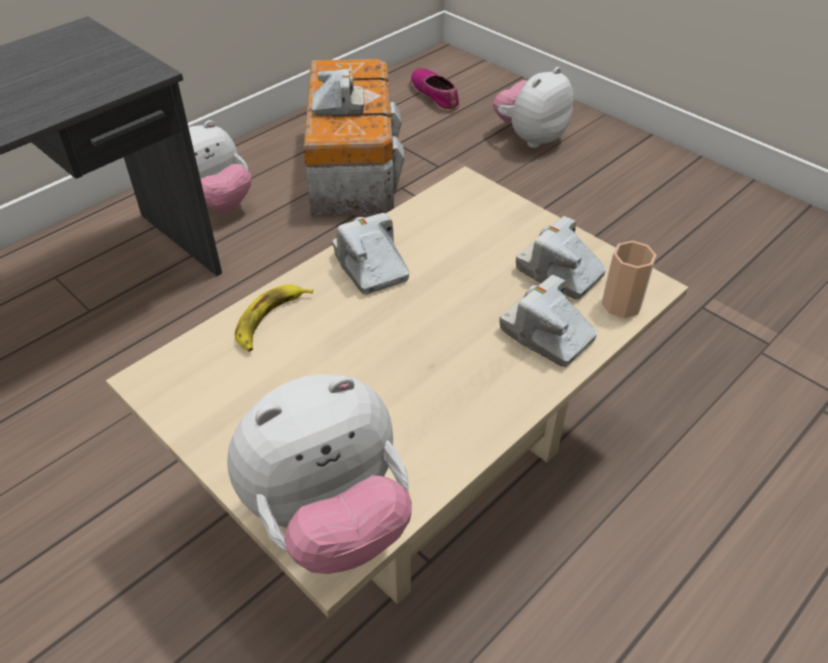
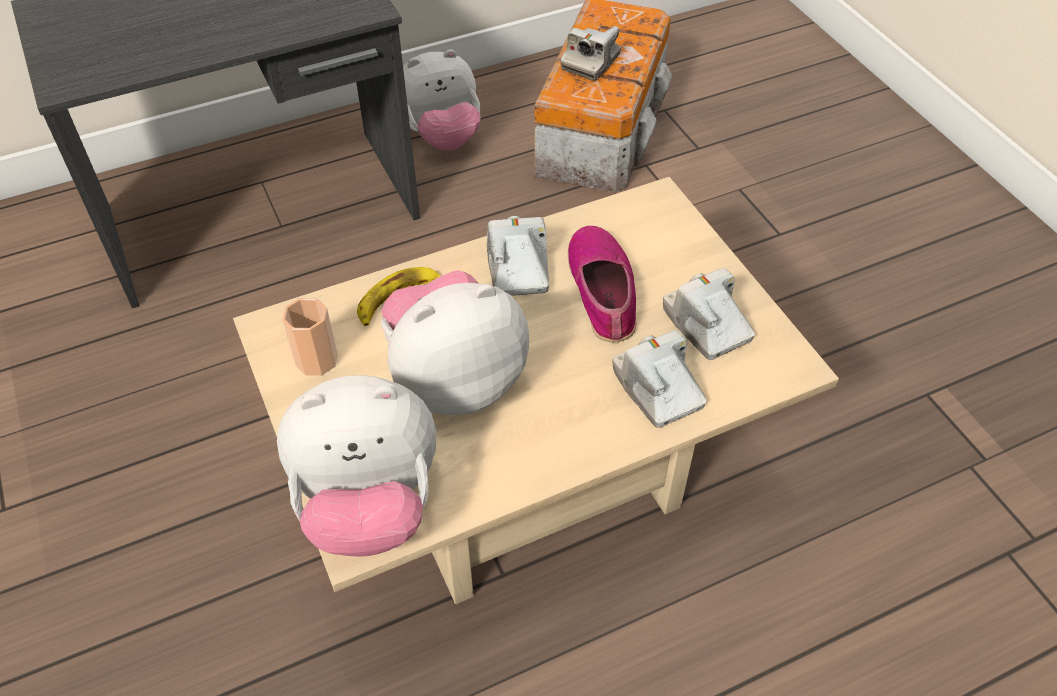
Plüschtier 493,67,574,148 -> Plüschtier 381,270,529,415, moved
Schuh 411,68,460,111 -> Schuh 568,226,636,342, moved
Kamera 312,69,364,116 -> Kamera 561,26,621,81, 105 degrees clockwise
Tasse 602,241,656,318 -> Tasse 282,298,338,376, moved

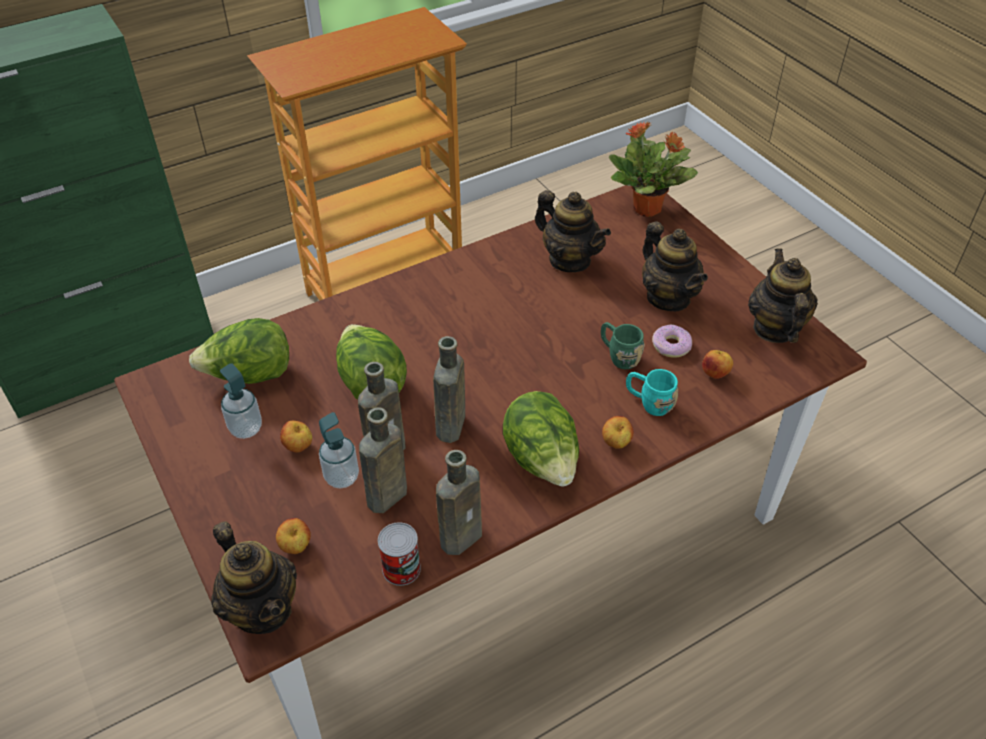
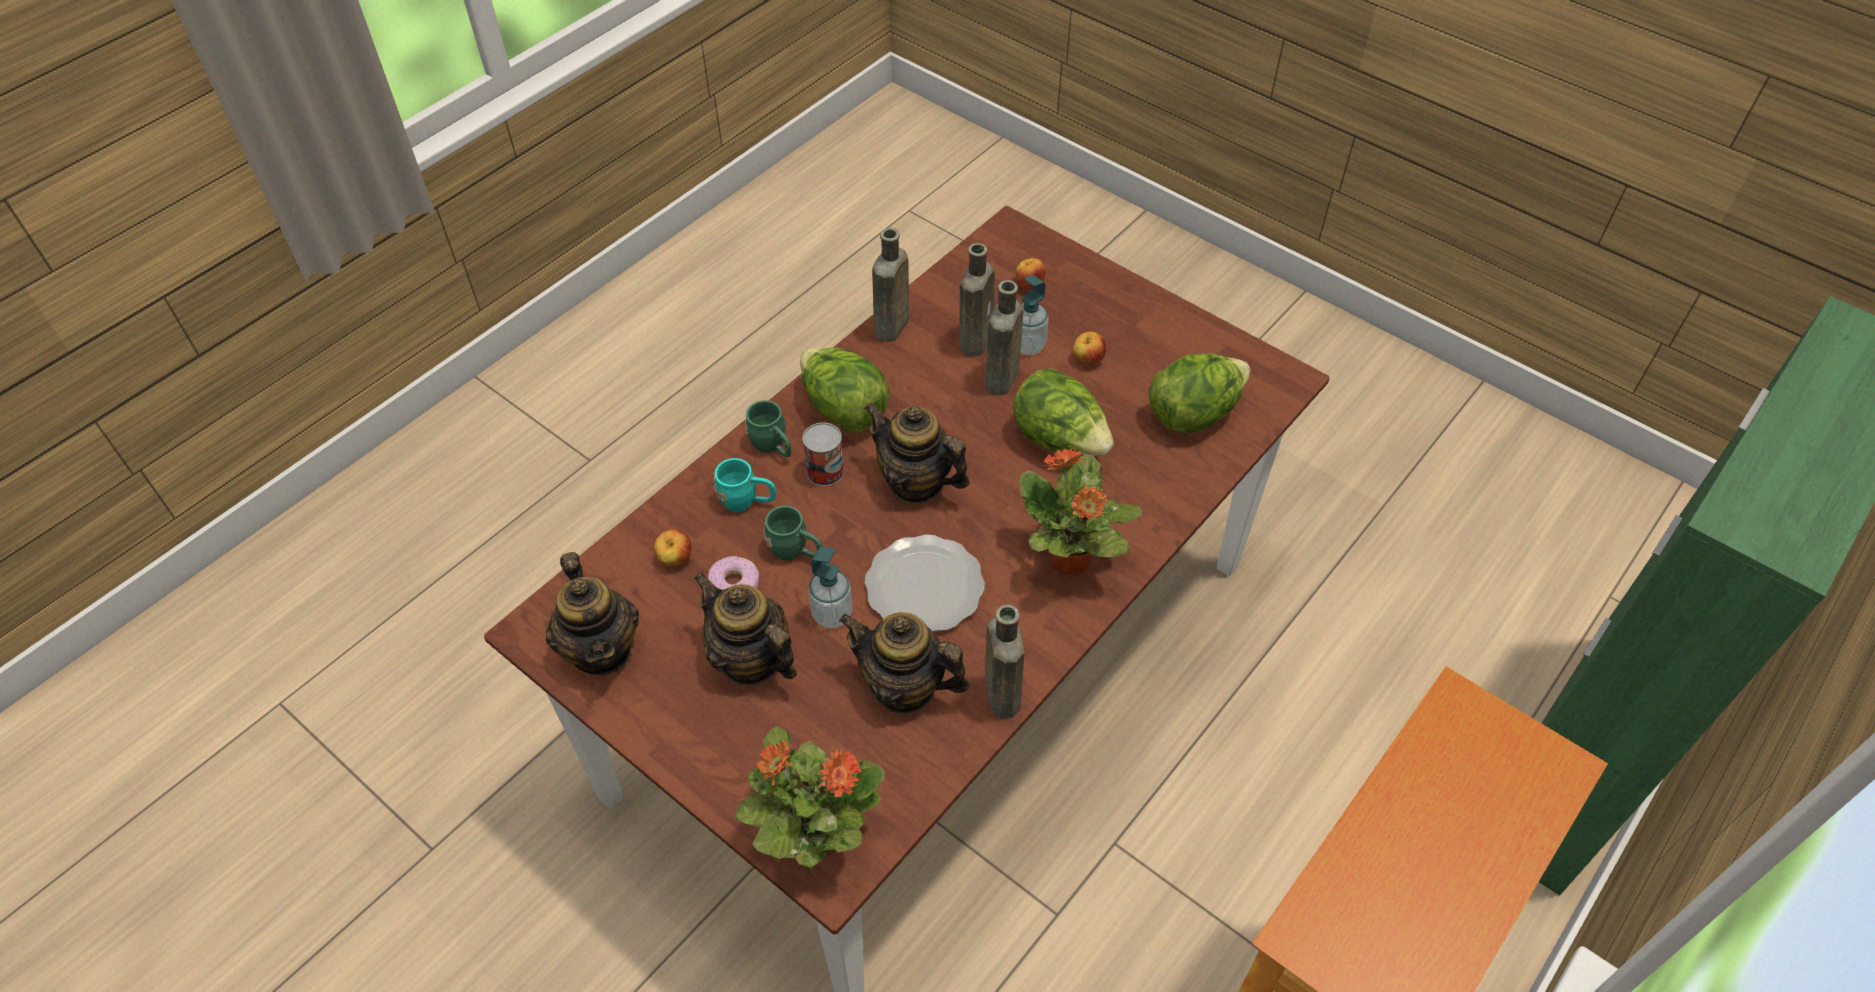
Flasche/braun 433,336,465,443 -> Flasche/braun 985,605,1025,718, moved
Seifenspender 220,363,262,439 -> Seifenspender 808,547,853,628, moved
Apfel 602,416,634,449 -> Henkelbecher/grün 745,400,791,457
Teekanne 211,521,297,634 -> Teekanne 864,403,970,504, moved
Dose 378,522,421,586 -> Dose 802,423,844,486, moved
none -> Topfpflanze 1020,448,1142,574
none -> Teller 864,534,985,632

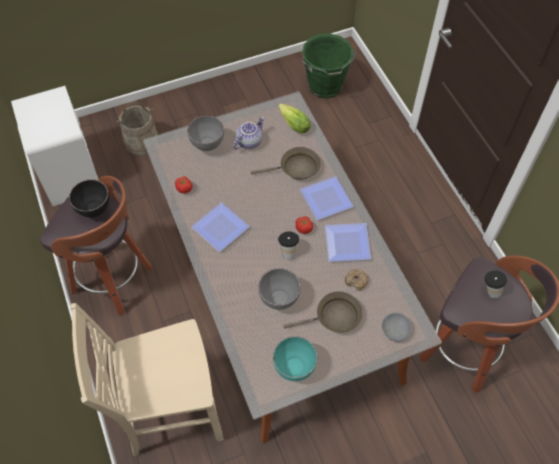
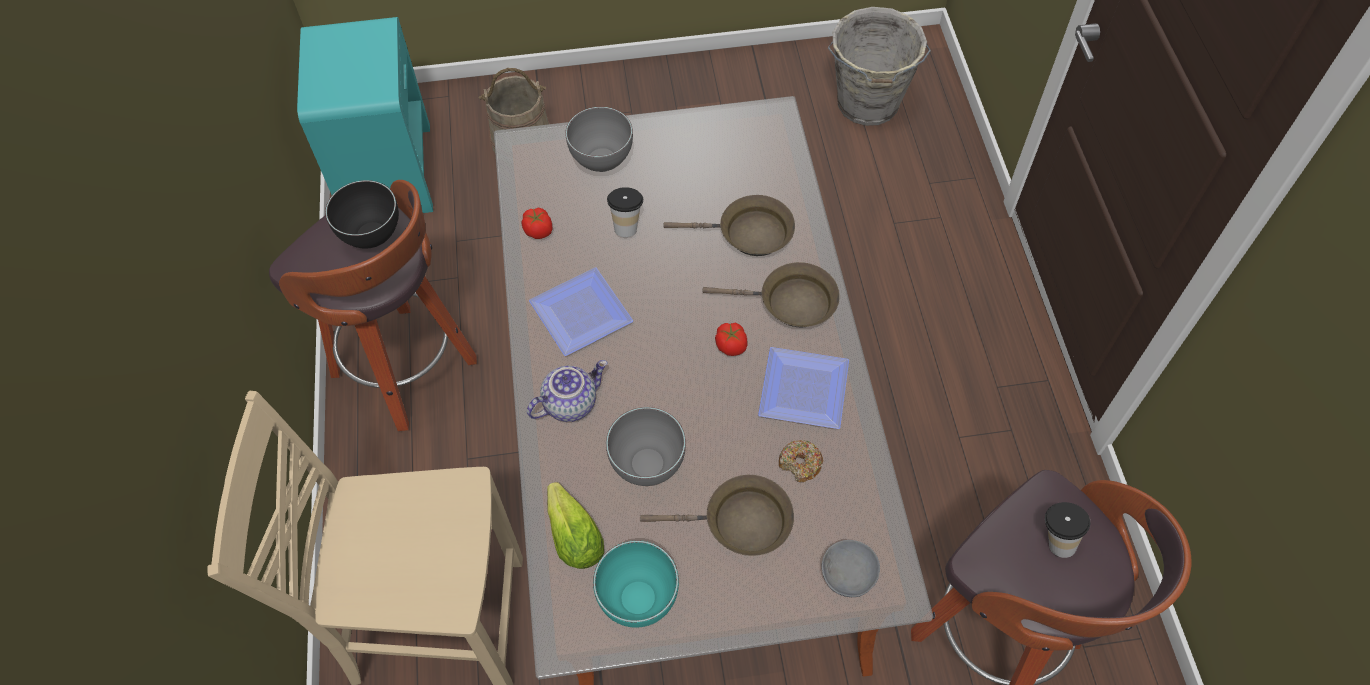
Eimer/grün 302,33,356,98 -> Eimer/grau 828,7,931,126
Nachttisch/weiß 11,86,98,206 -> Nachttisch/türkis 297,17,433,213
Salatkopf 278,103,311,133 -> Salatkopf 547,482,604,569, moved
Teekanne 233,117,264,150 -> Teekanne 527,360,608,422, moved
Teller 300,176,354,220 -> Pfanne/braun 702,262,840,327
Tasse 278,231,299,260 -> Tasse 607,187,643,237, moved

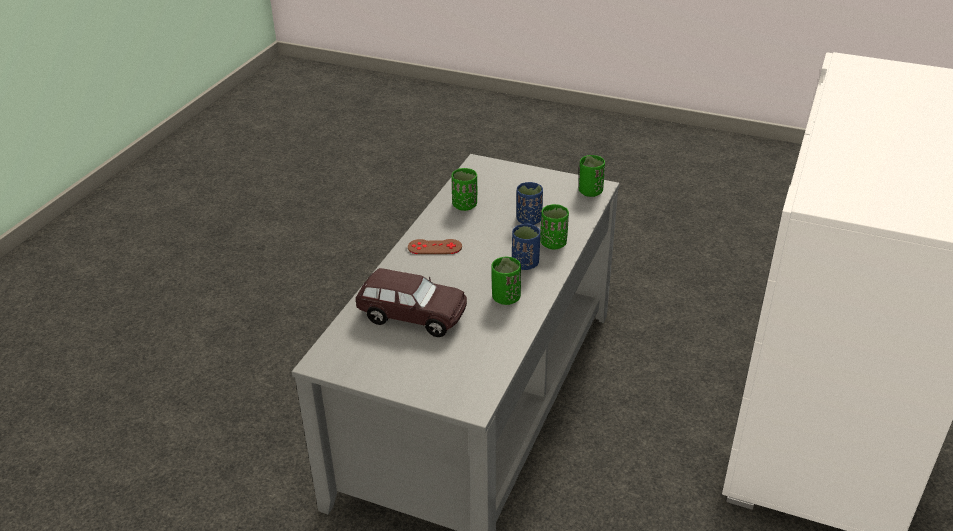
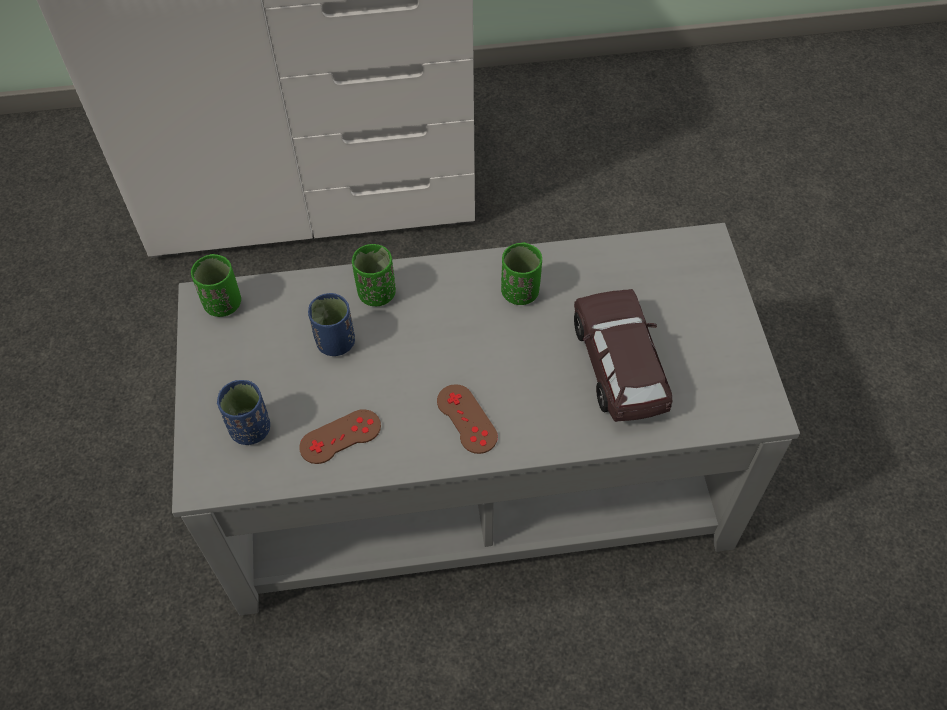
Tasse/grün 451,168,477,211 -> Gamepad/braun 299,409,381,464
Tasse/blau 512,224,540,270 -> Tasse/blau 217,380,270,445, moved

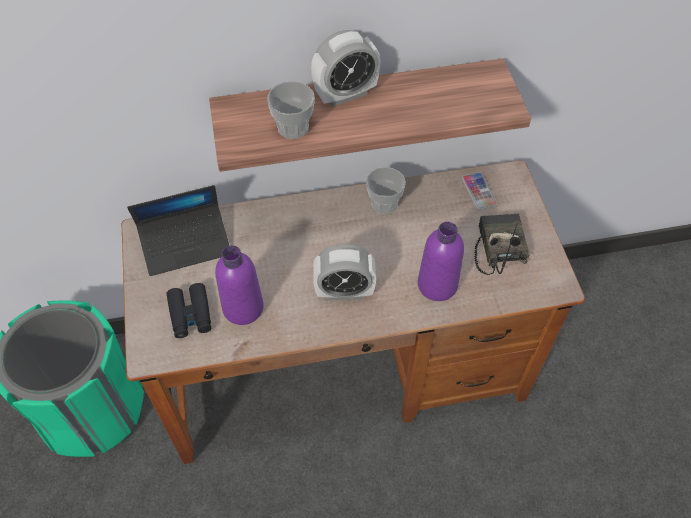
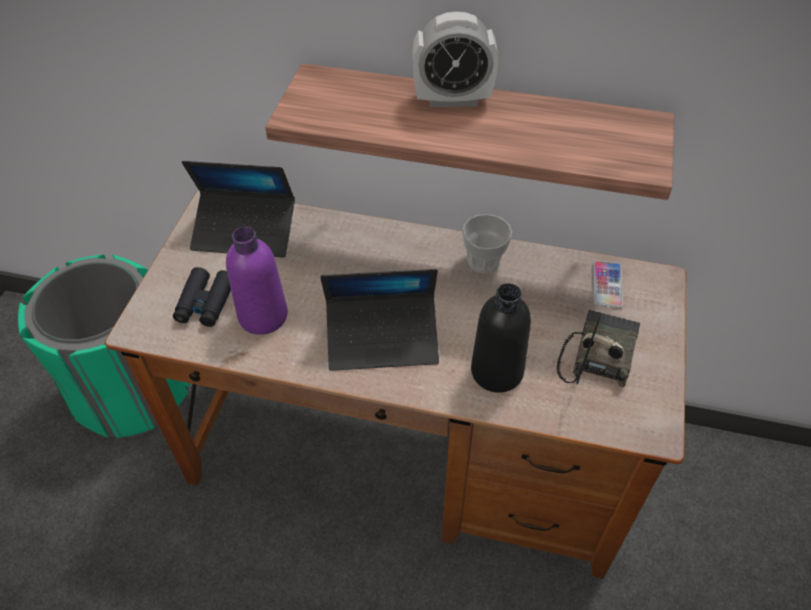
Tasse 267,81,315,139 -> none
Flasche/lila 418,222,464,301 -> Flasche/schwarz 471,283,531,393
Wecker 313,244,376,300 -> Laptop 320,269,439,371

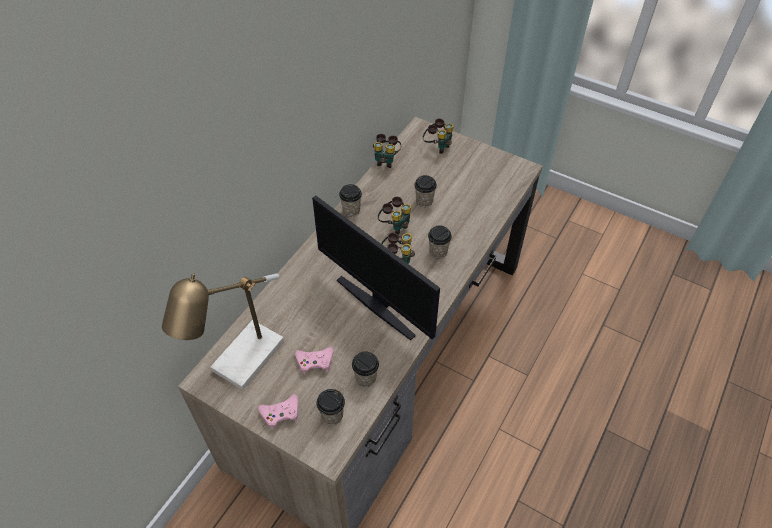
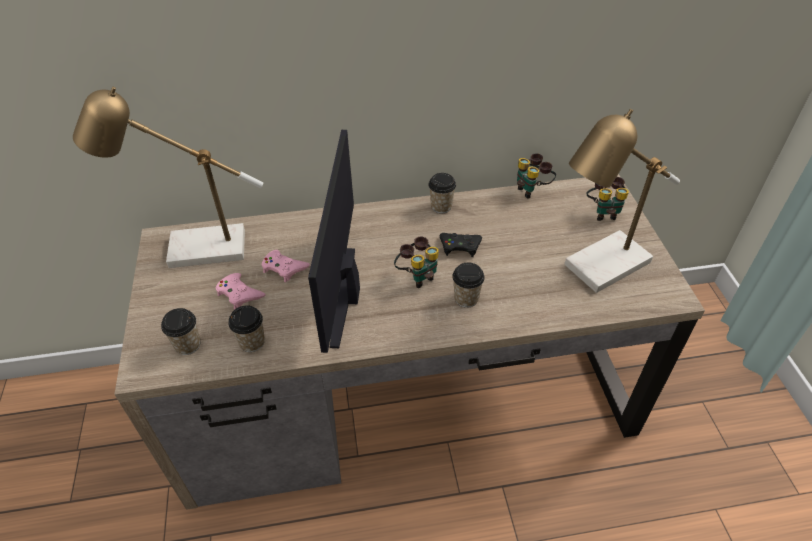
Tasse 414,175,437,207 -> none
Fernglas 378,197,411,234 -> Gamepad/schwarz 440,233,482,257
Gamepad/rosa 258,394,298,429 -> Gamepad/rosa 262,250,310,282, moved
none -> Tischlampe 564,109,680,293

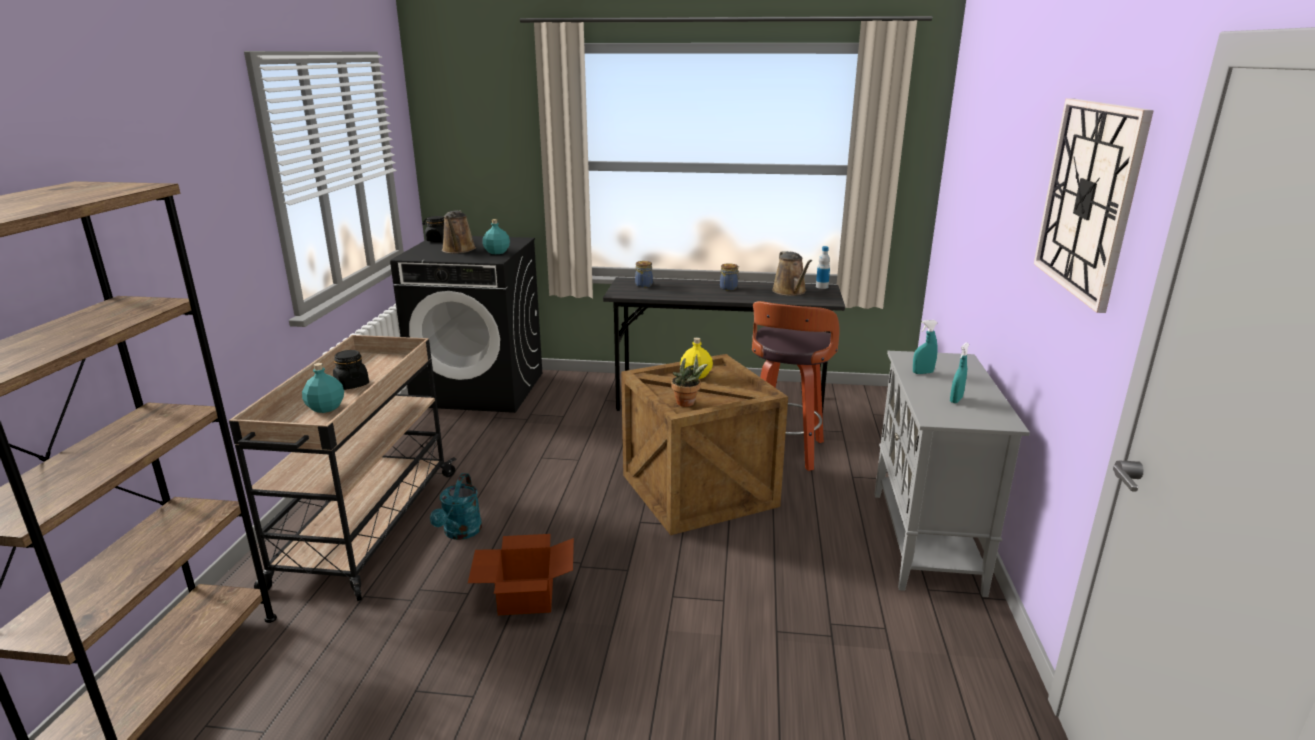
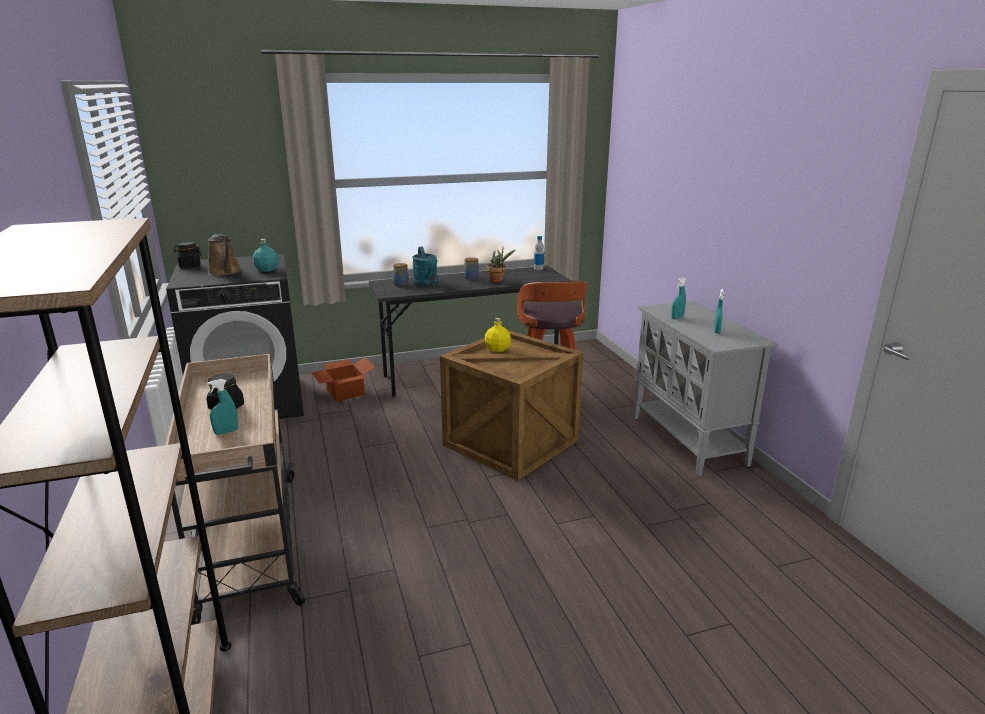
Wanduhr 1034,98,1154,313 -> none
Gießkanne/braun 772,251,812,296 -> none
Topfpflanze 671,354,708,407 -> Topfpflanze 487,248,516,282, moved
Flasche/türkis 302,363,344,413 -> Sprühflasche/türkis 207,379,238,435
Gießkanne/türkis 430,473,482,540 -> Gießkanne/türkis 412,247,438,286, moved
Karton 468,534,574,616 -> Karton 311,357,375,402, moved

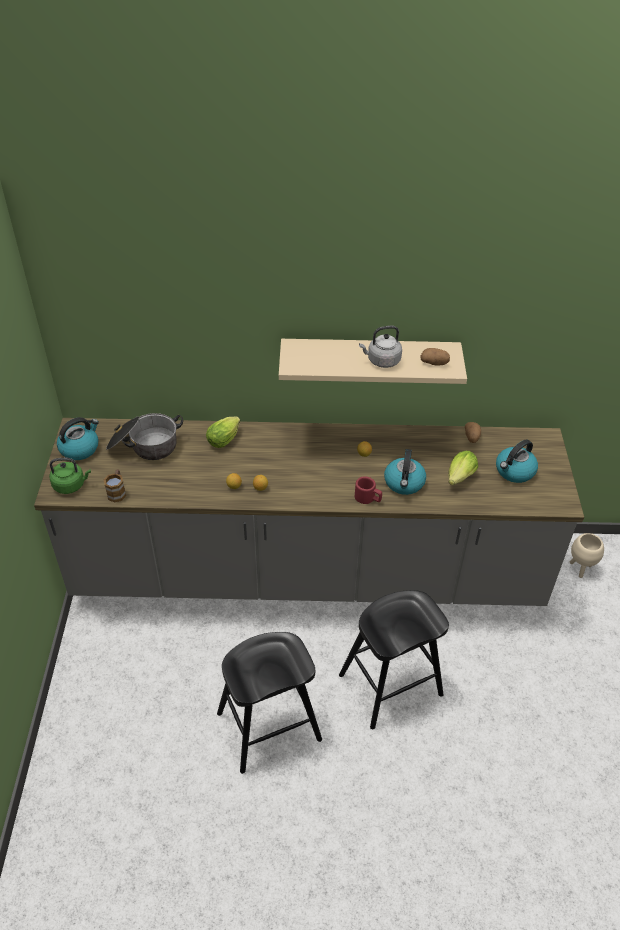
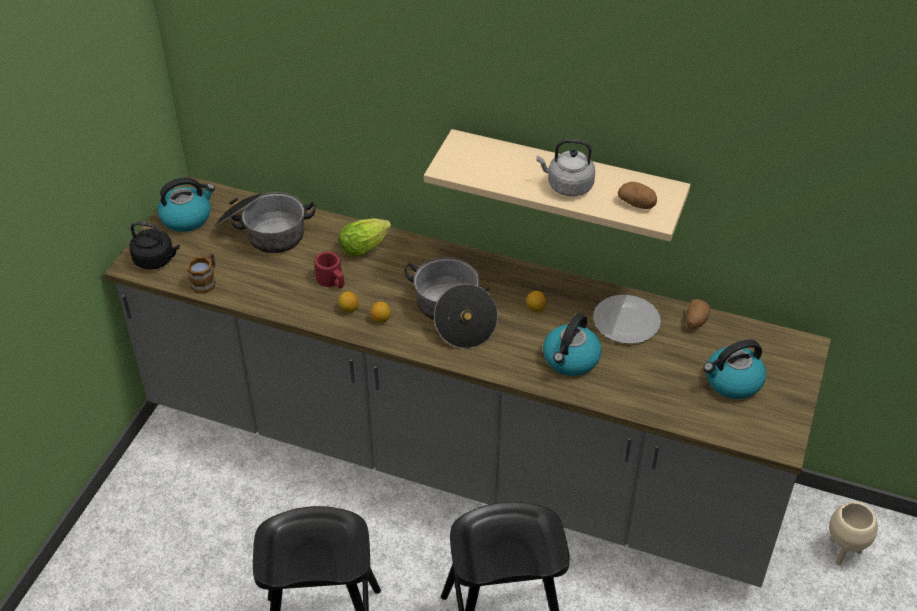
Salatkopf 448,451,478,485 -> none
Wasserkessel/grün 49,458,91,494 -> Wasserkessel/schwarz 129,221,180,269
Henkelbecher/rot 355,476,382,504 -> Henkelbecher/rot 314,251,344,288, moved
none -> Kochtopf 404,257,498,348
none -> Teller 593,295,661,344

